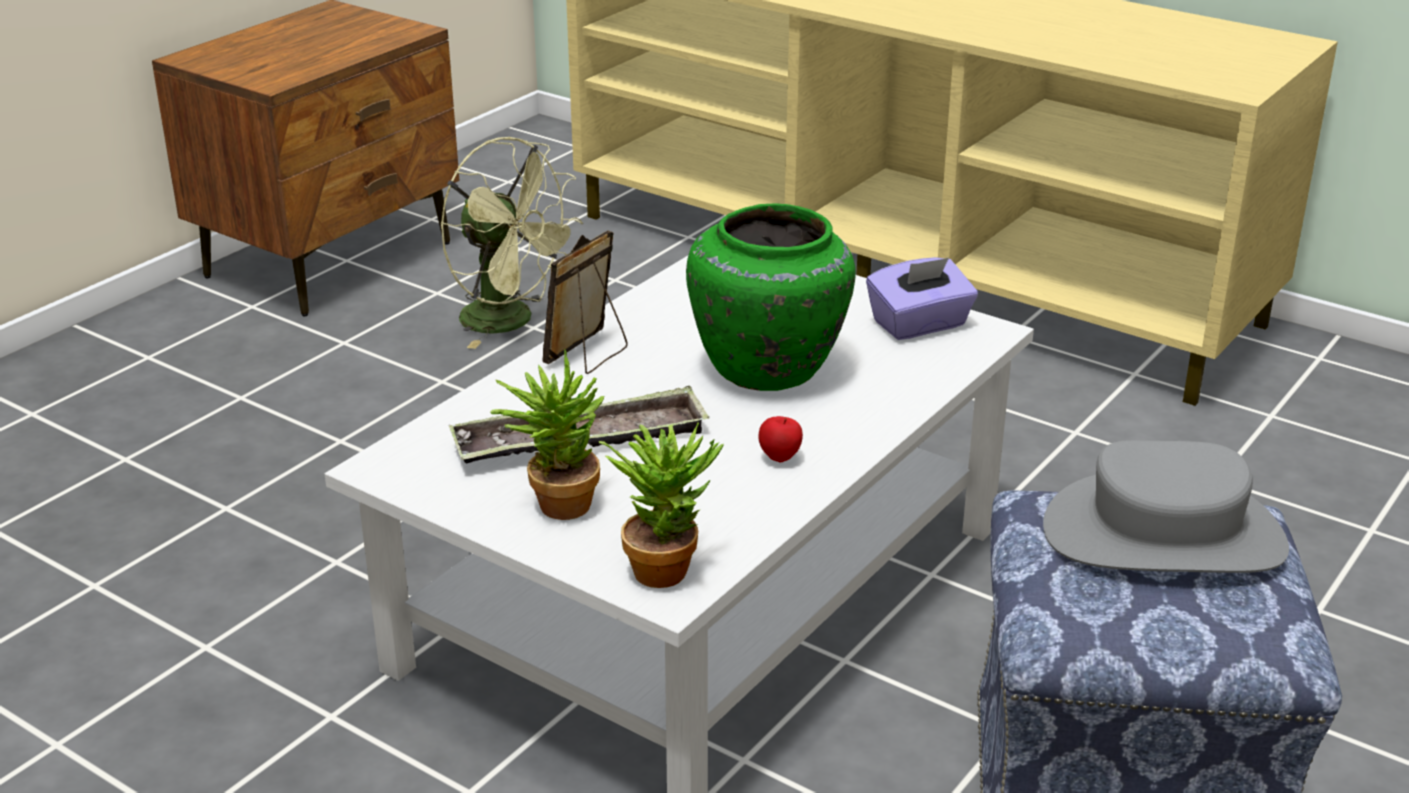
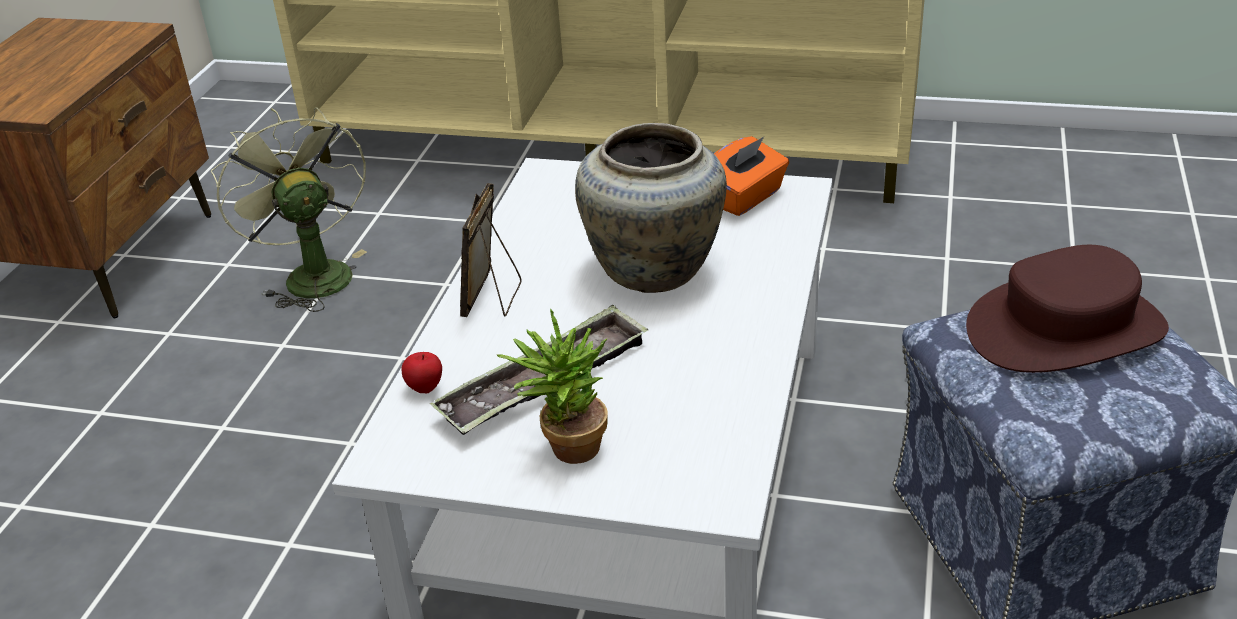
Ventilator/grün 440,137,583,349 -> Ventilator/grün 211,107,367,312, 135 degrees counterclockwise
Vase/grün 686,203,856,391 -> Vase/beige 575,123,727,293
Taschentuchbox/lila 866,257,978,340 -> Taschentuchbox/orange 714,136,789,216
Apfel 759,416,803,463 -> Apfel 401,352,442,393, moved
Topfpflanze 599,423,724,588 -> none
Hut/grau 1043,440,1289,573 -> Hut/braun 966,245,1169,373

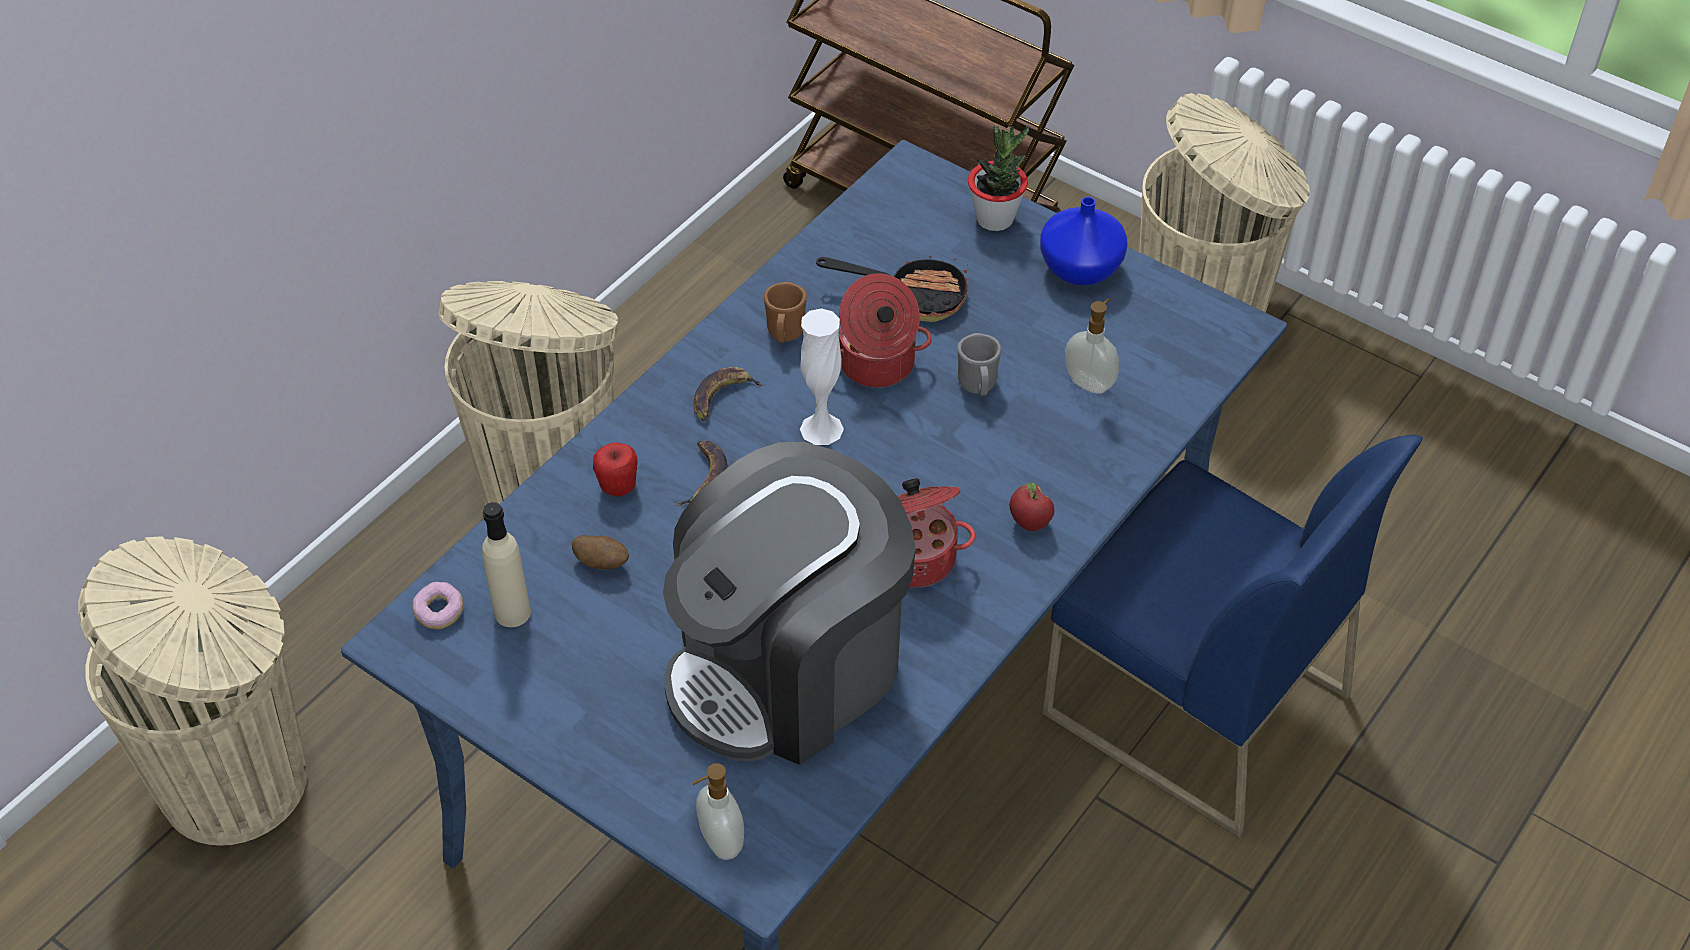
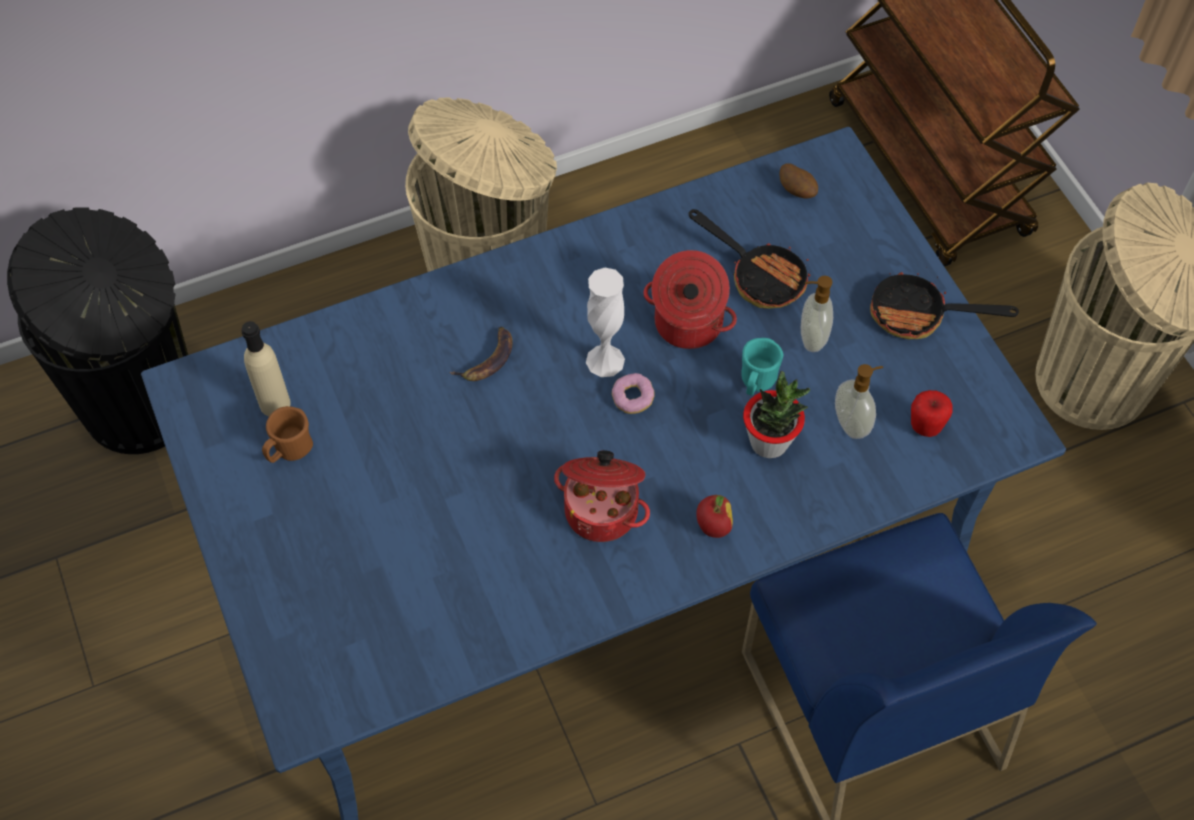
Topfpflanze 968,125,1029,231 -> Topfpflanze 743,371,810,458, moved
Vase/blau 1040,197,1128,285 -> Pfanne 870,267,1019,339
Henkelbecher/braun 764,282,807,343 -> Henkelbecher/braun 262,406,313,463, moved
Henkelbecher/grau 957,333,1001,396 -> Henkelbecher/türkis 741,338,783,396
Banane 693,367,765,421 -> none
Kaffeemaschine 663,442,916,765 -> none
Apfel 593,443,638,496 -> Apfel 911,390,953,437, moved
Kartoffel 572,535,629,570 -> Kartoffel 779,163,818,199, moved
Mülleimer/beige 78,536,308,846 -> Mülleimer/schwarz 7,207,188,454
Donut 412,582,463,629 -> Donut 612,373,654,414, moved
Seifenspender 692,763,744,860 -> Seifenspender 801,276,833,352, moved

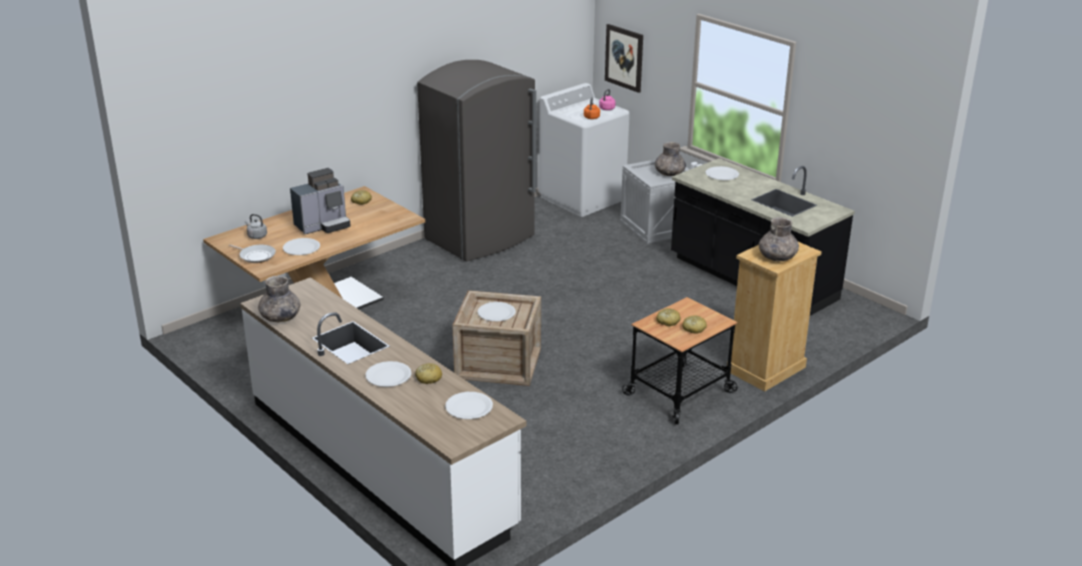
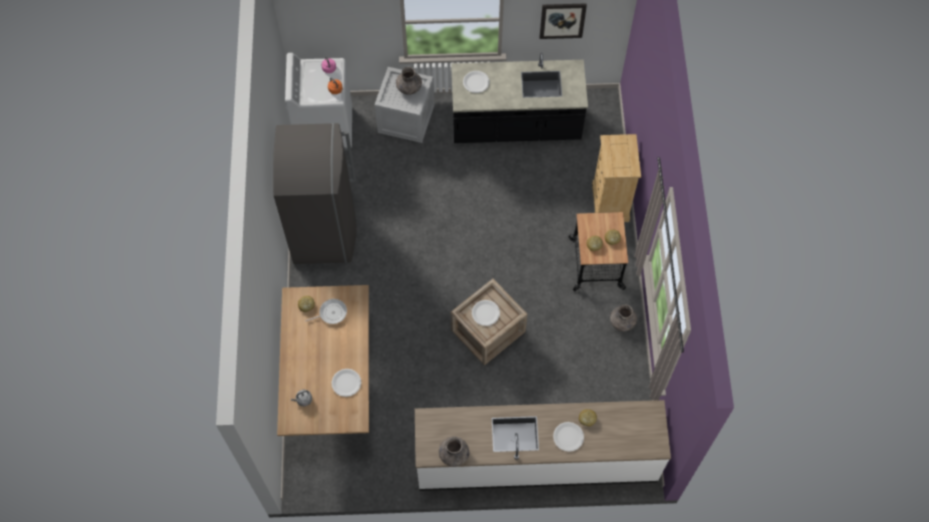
Bild 605,24,643,93 -> Bild 539,3,587,39, moved
Kaffeemaschine 290,168,350,234 -> none
Vase/grau 759,217,799,261 -> Vase/grau 610,304,637,332, moved
Pfanne 229,244,276,263 -> Pfanne 305,299,347,324, moved
Teller/weiß 445,392,493,419 -> none

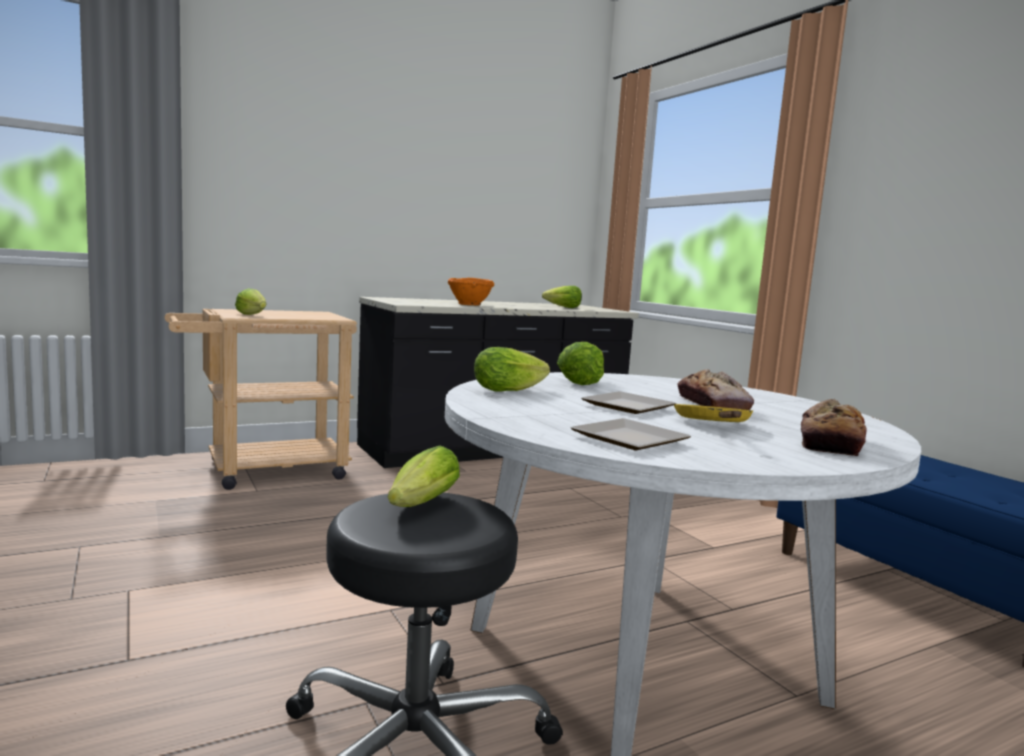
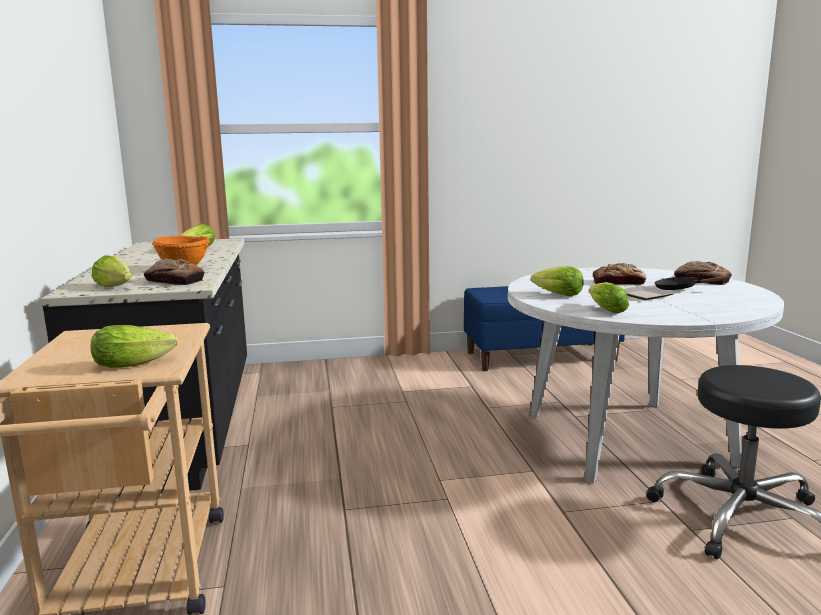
Pfanne/gelb 674,404,753,422 -> Pfanne/schwarz 654,276,730,290
Teller 570,418,691,450 -> none
Salatkopf 387,445,460,507 -> Salatkopf 91,255,132,287, moved
none -> Brot 144,258,205,285

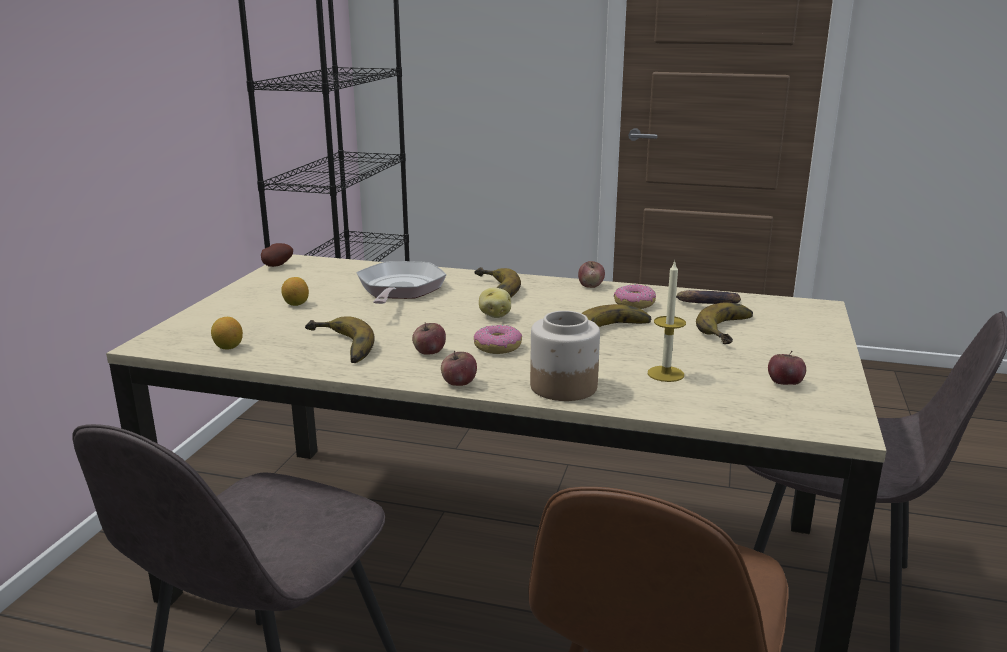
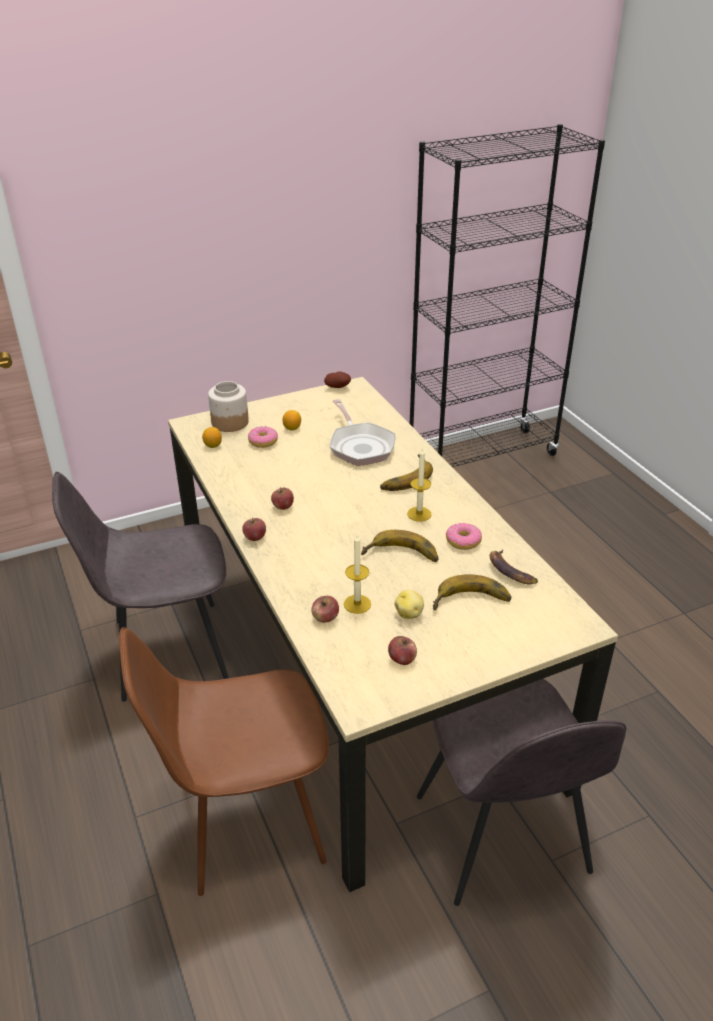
Pfanne 357,261,446,304 -> Pfanne 330,399,396,466, 105 degrees clockwise
Apfel 578,261,605,288 -> Apfel 311,596,339,623, moved
Kartoffel 479,288,511,318 -> Kartoffel 394,590,424,619, moved
Vorratsglas 530,311,600,401 -> Vorratsglas 208,381,249,432, moved
Banane 305,316,375,363 -> none
Donut 474,325,522,354 -> Donut 248,426,278,448, moved
none -> Kerze 407,447,431,522

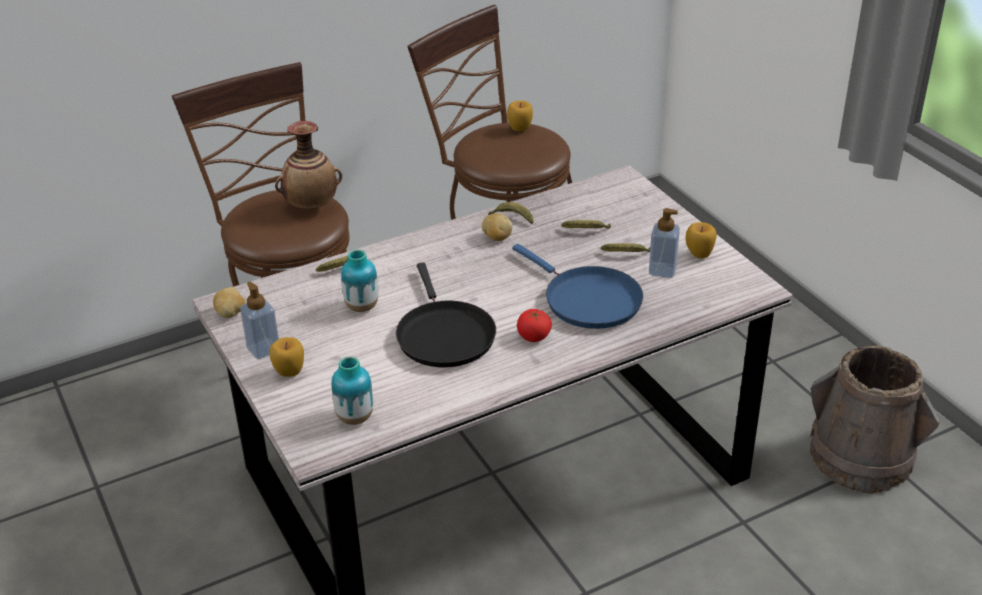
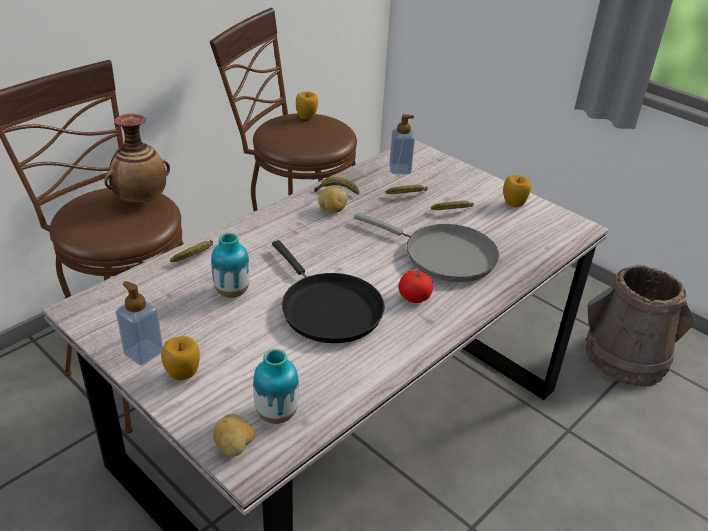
Seifenspender 649,208,680,278 -> Seifenspender 389,114,415,174, moved
Pfanne/blau 512,244,643,329 -> Pfanne/grau 354,213,499,282
Kartoffel 213,287,245,318 -> Kartoffel 213,414,254,457, moved

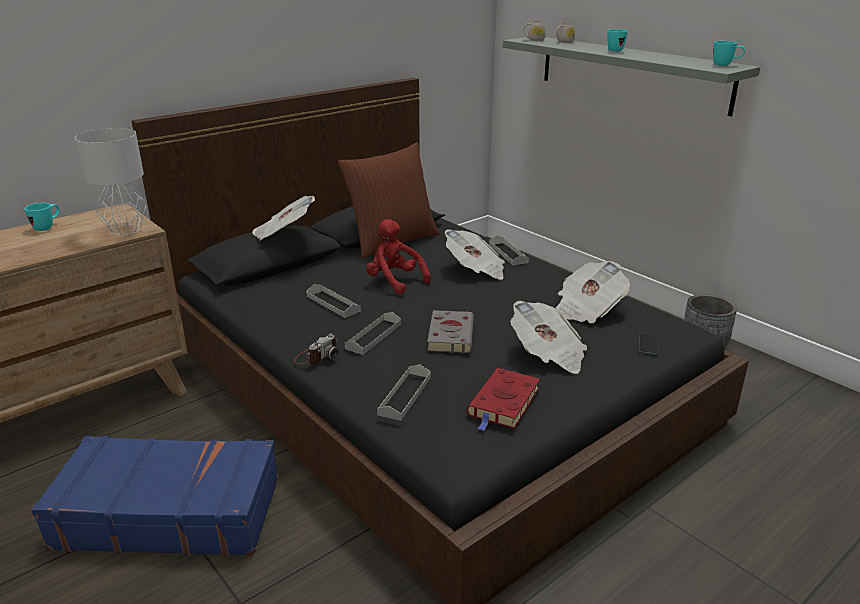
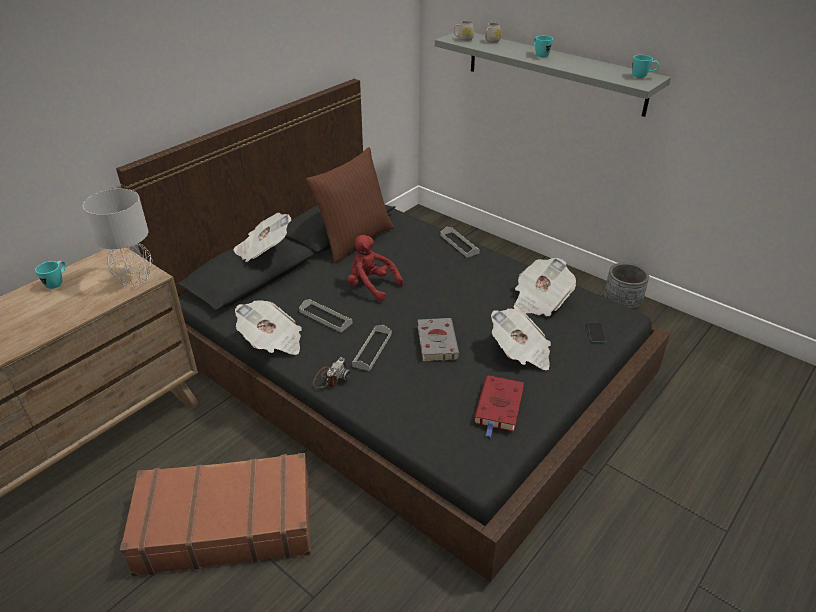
Zeitung 445,229,505,280 -> Zeitung 235,300,302,355, moved
Tablett/grau 377,364,431,421 -> none
Koffer/blau 31,436,278,557 -> Koffer/braun 120,453,311,576

